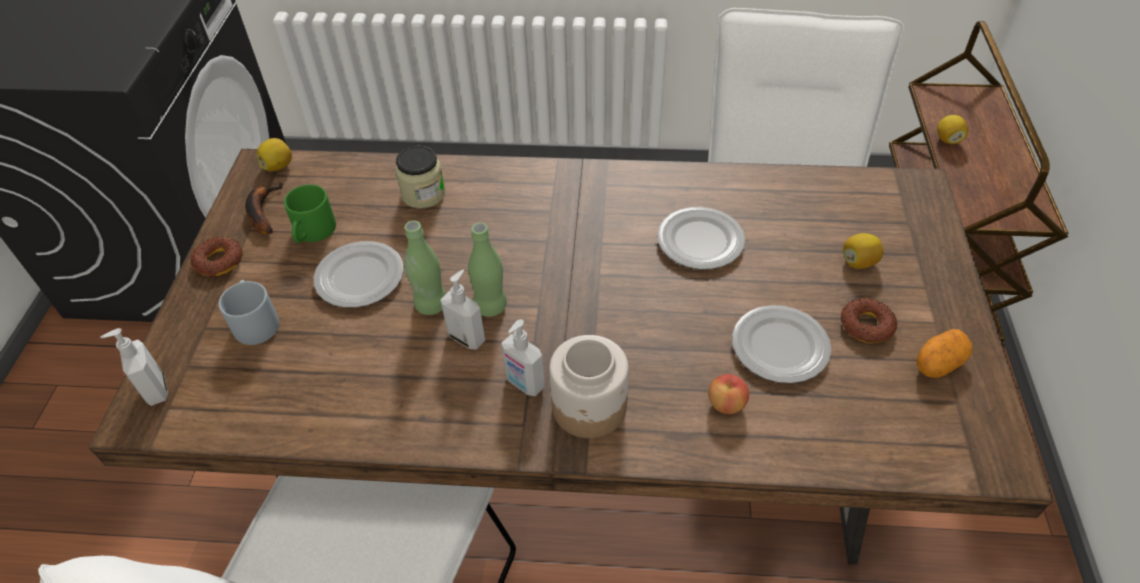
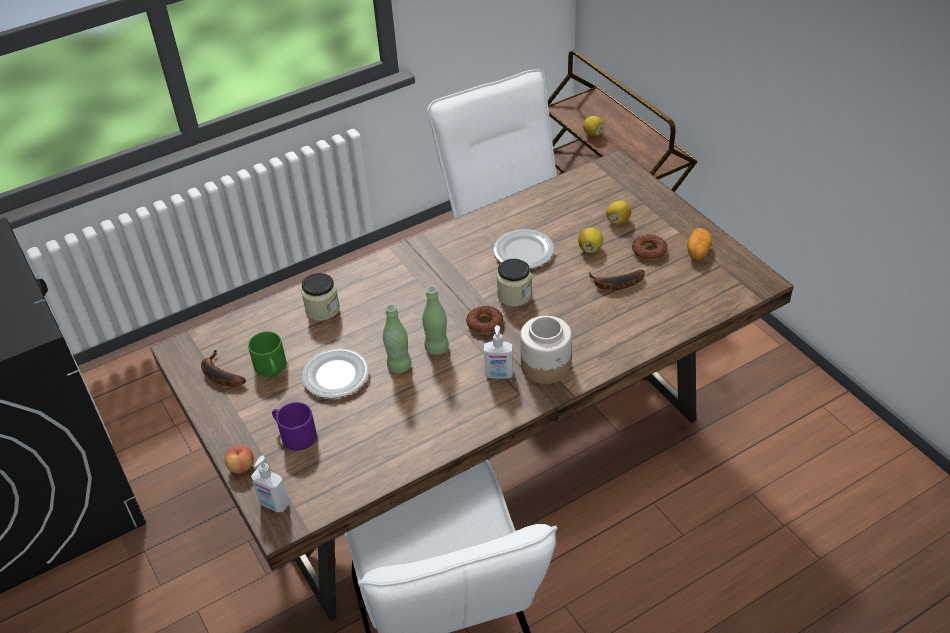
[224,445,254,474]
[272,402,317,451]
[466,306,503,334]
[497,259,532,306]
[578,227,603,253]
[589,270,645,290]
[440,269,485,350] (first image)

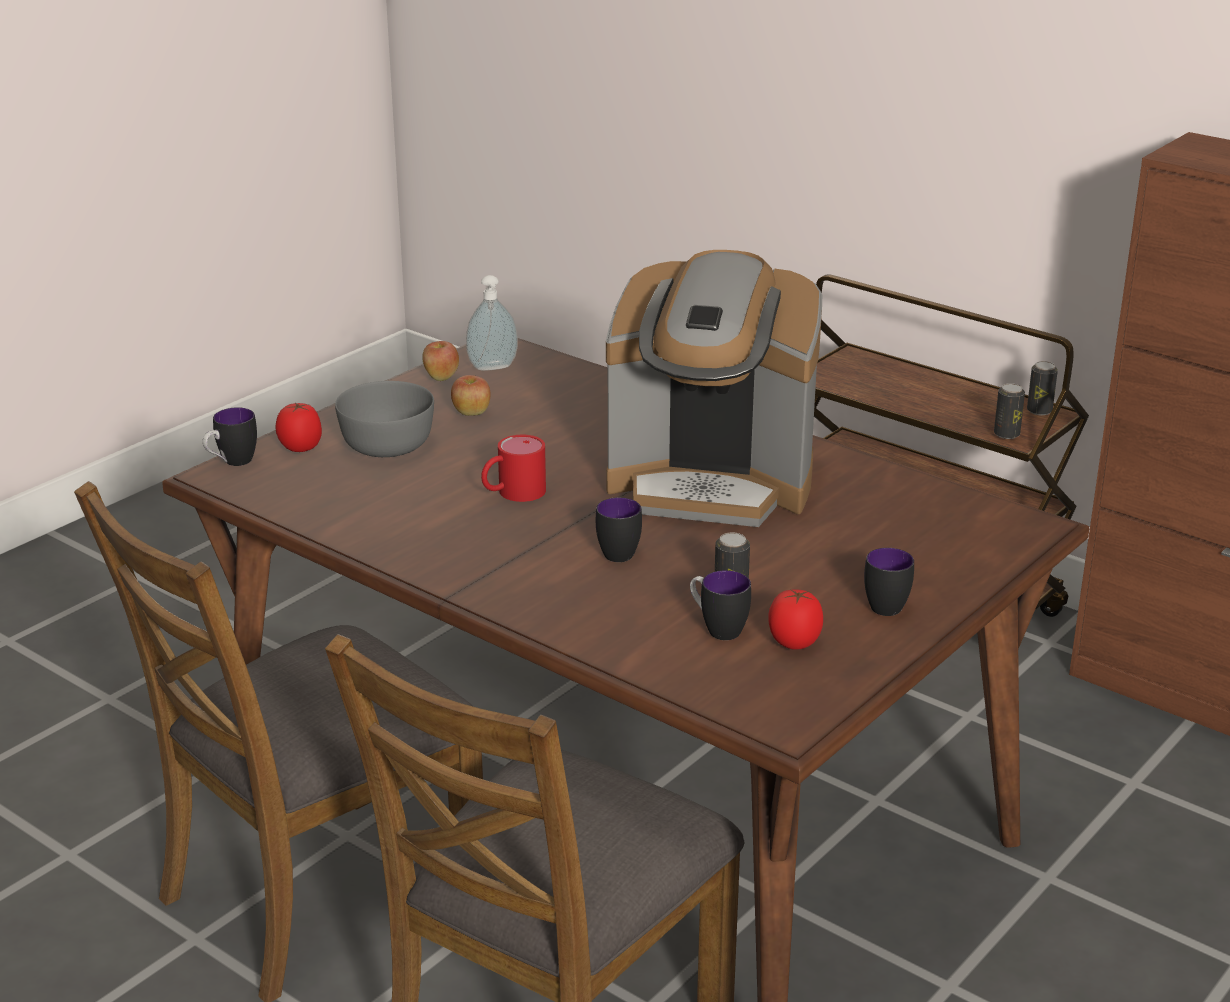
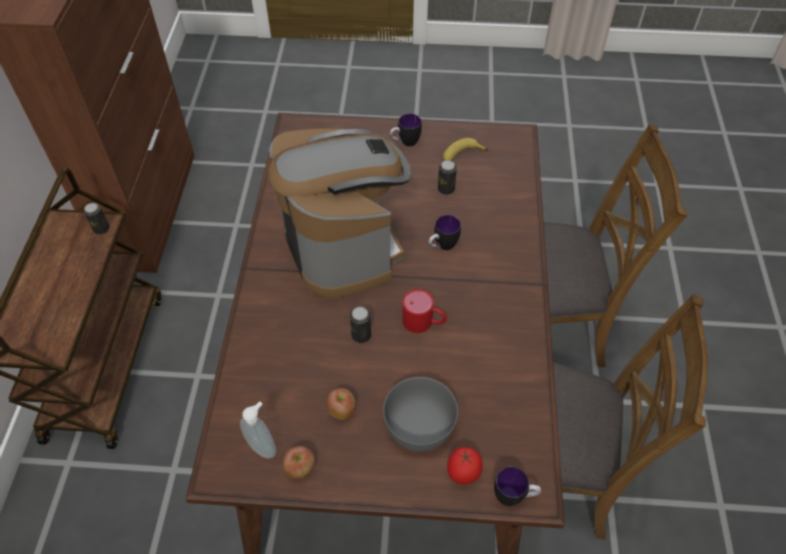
[350,307,371,343]
[443,138,488,161]
[690,570,751,640] (first image)

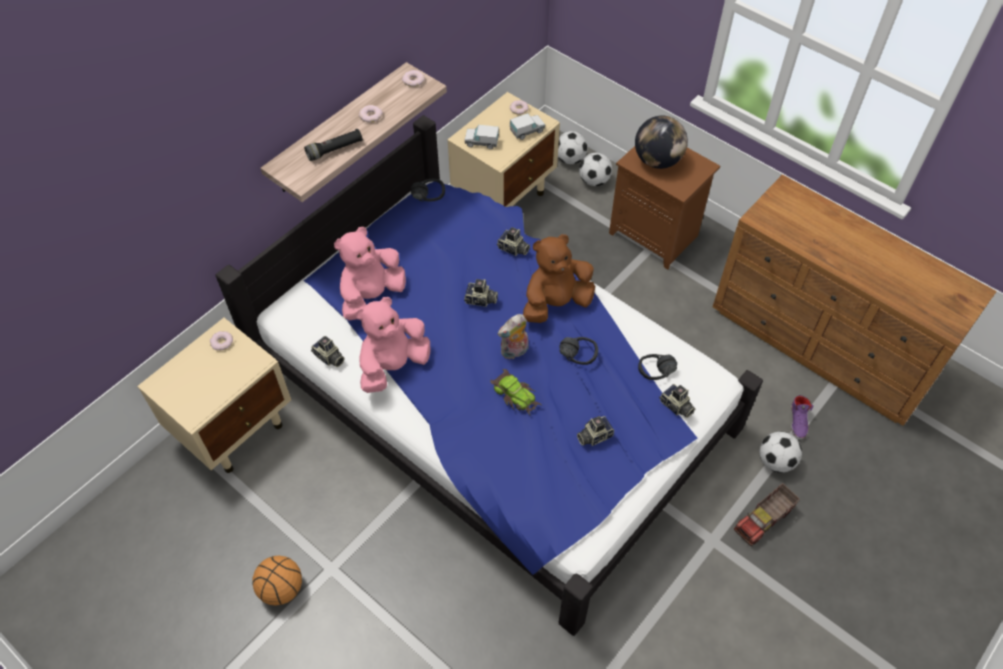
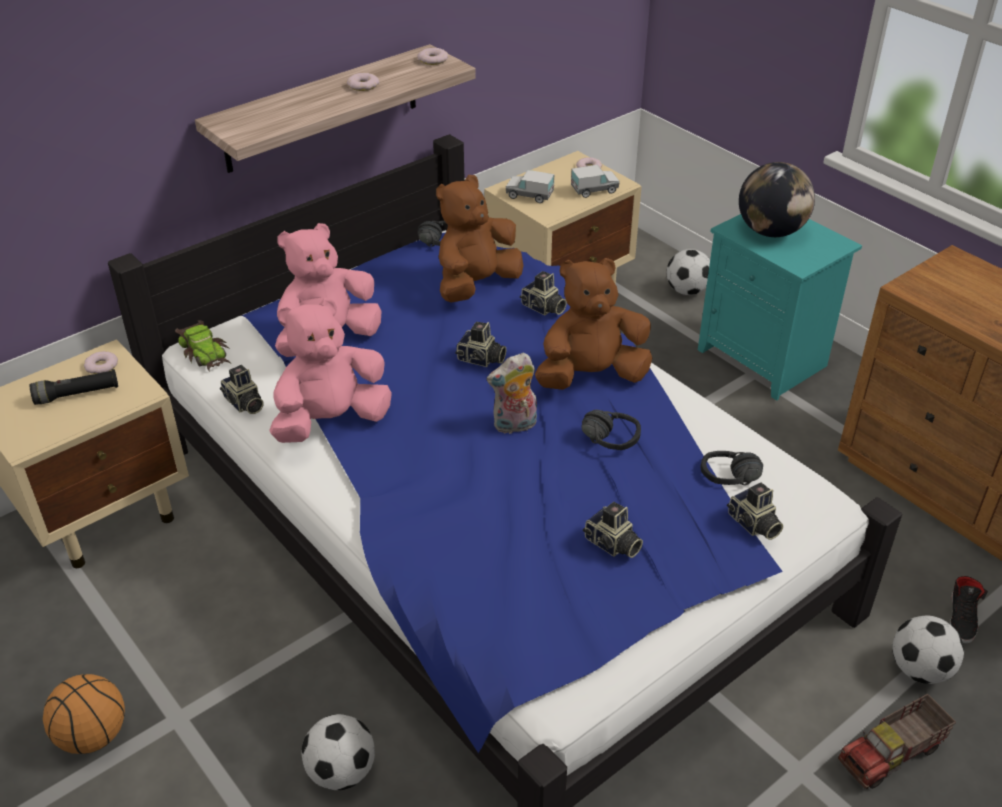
[30,369,118,405]
[175,320,230,372]
[301,714,375,790]
[436,175,523,303]
[583,502,643,558]
[698,214,862,400]
[950,576,988,644]

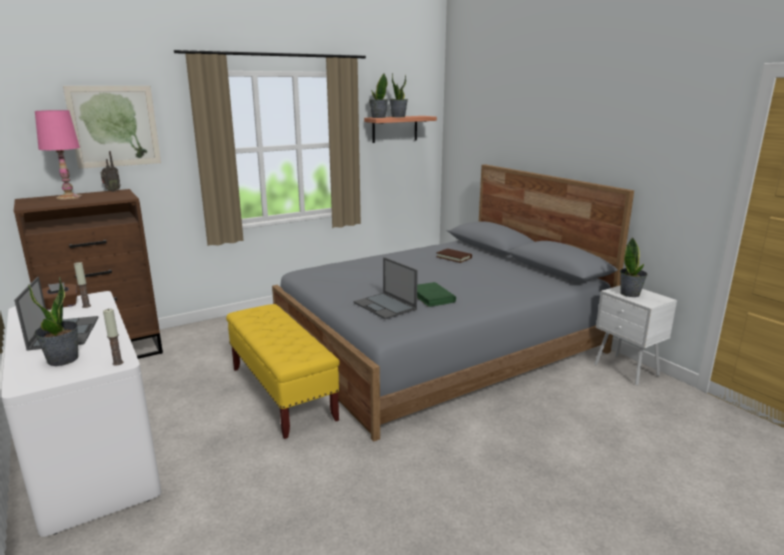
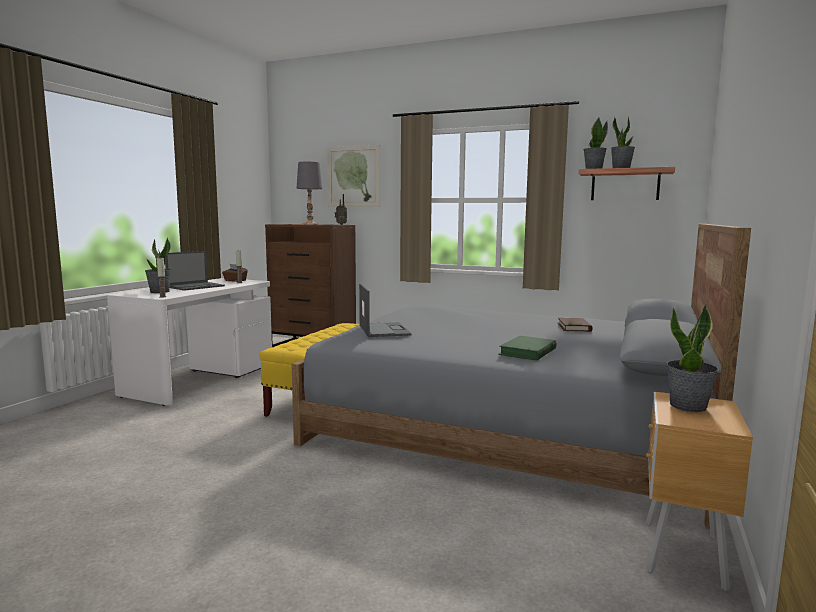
[296,162,322,224]
[359,284,411,337]
[498,336,557,360]
[646,392,753,592]

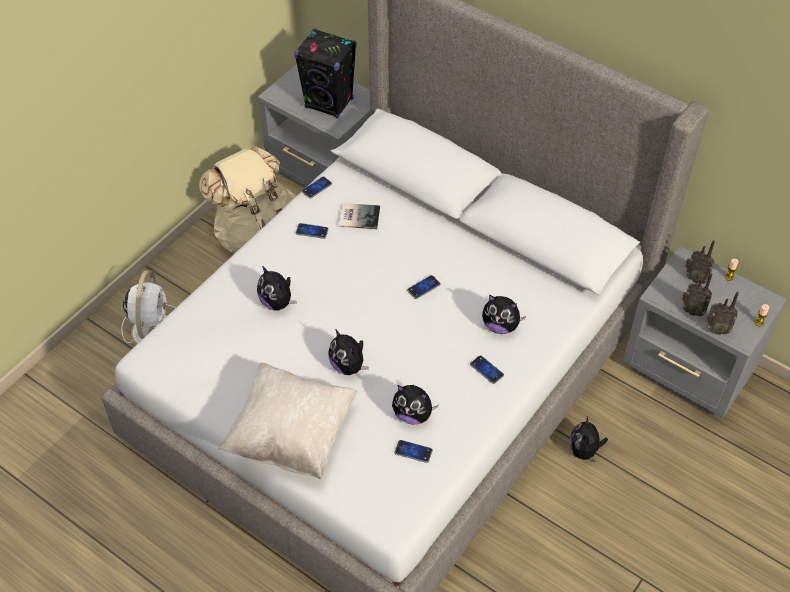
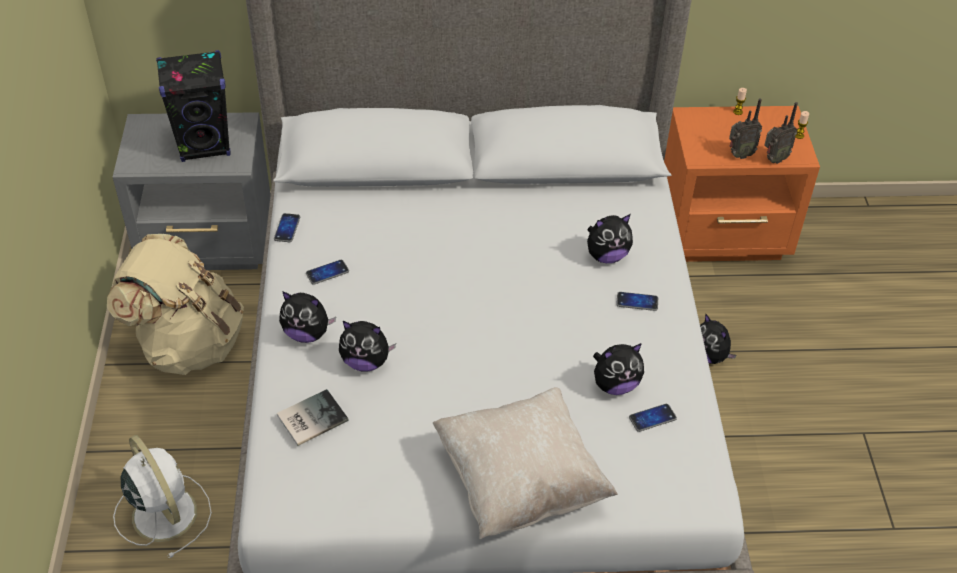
[277,389,349,446]
[279,291,336,343]
[664,106,820,262]
[407,275,441,299] (first image)
[685,240,715,284] (first image)

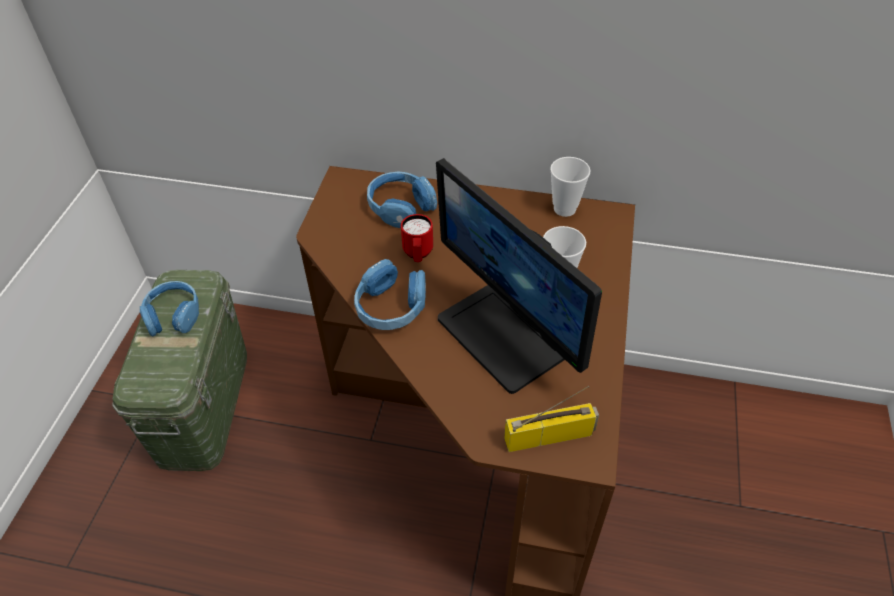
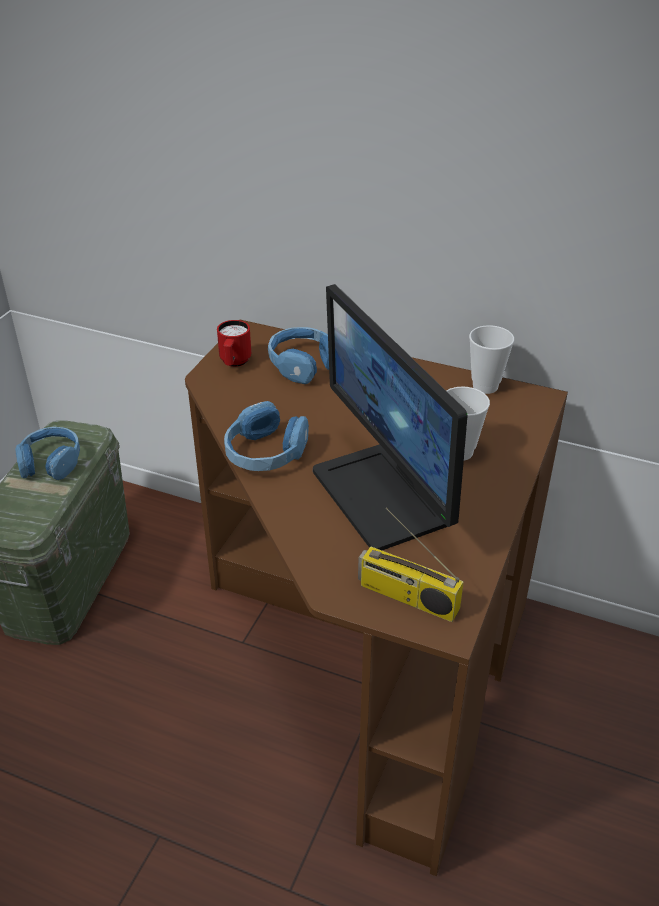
[217,320,251,367]
[358,507,464,622]

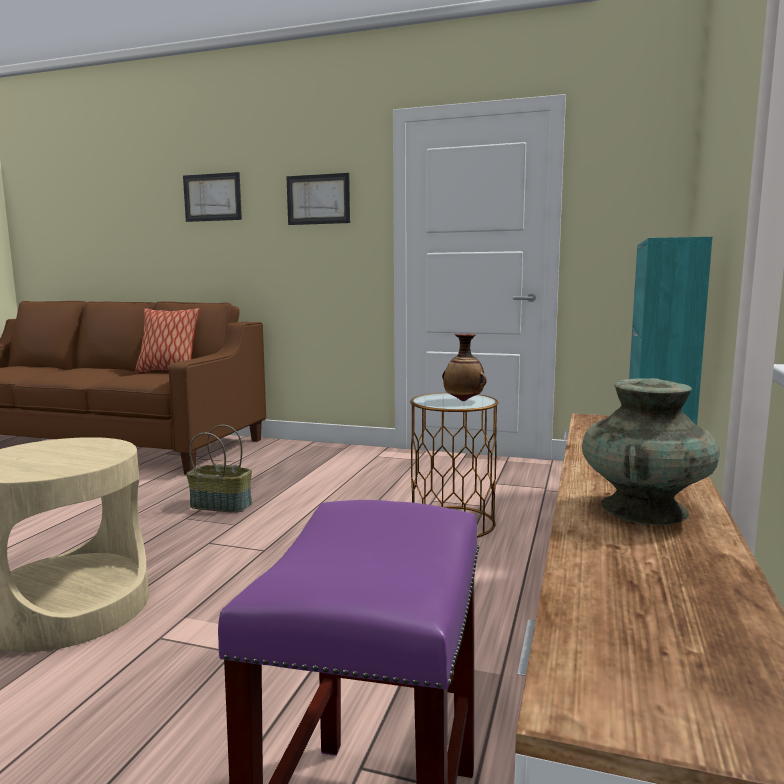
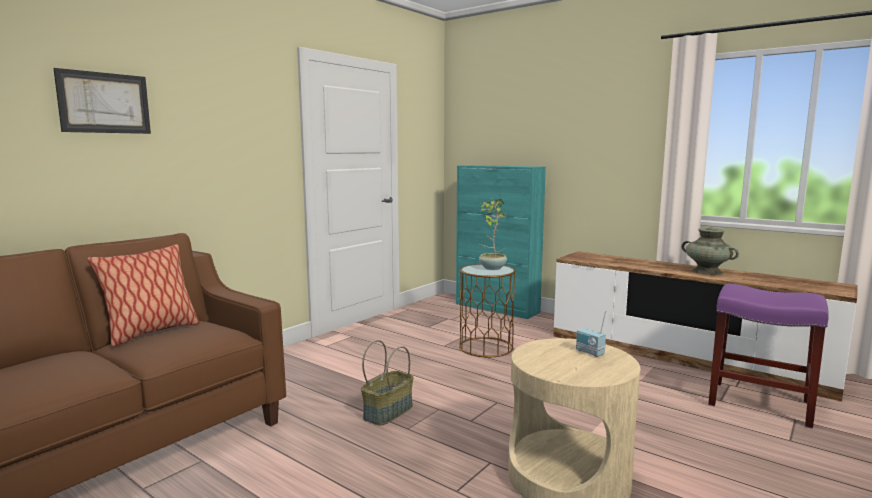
[479,199,507,270]
[576,311,606,357]
[286,173,350,225] (first image)

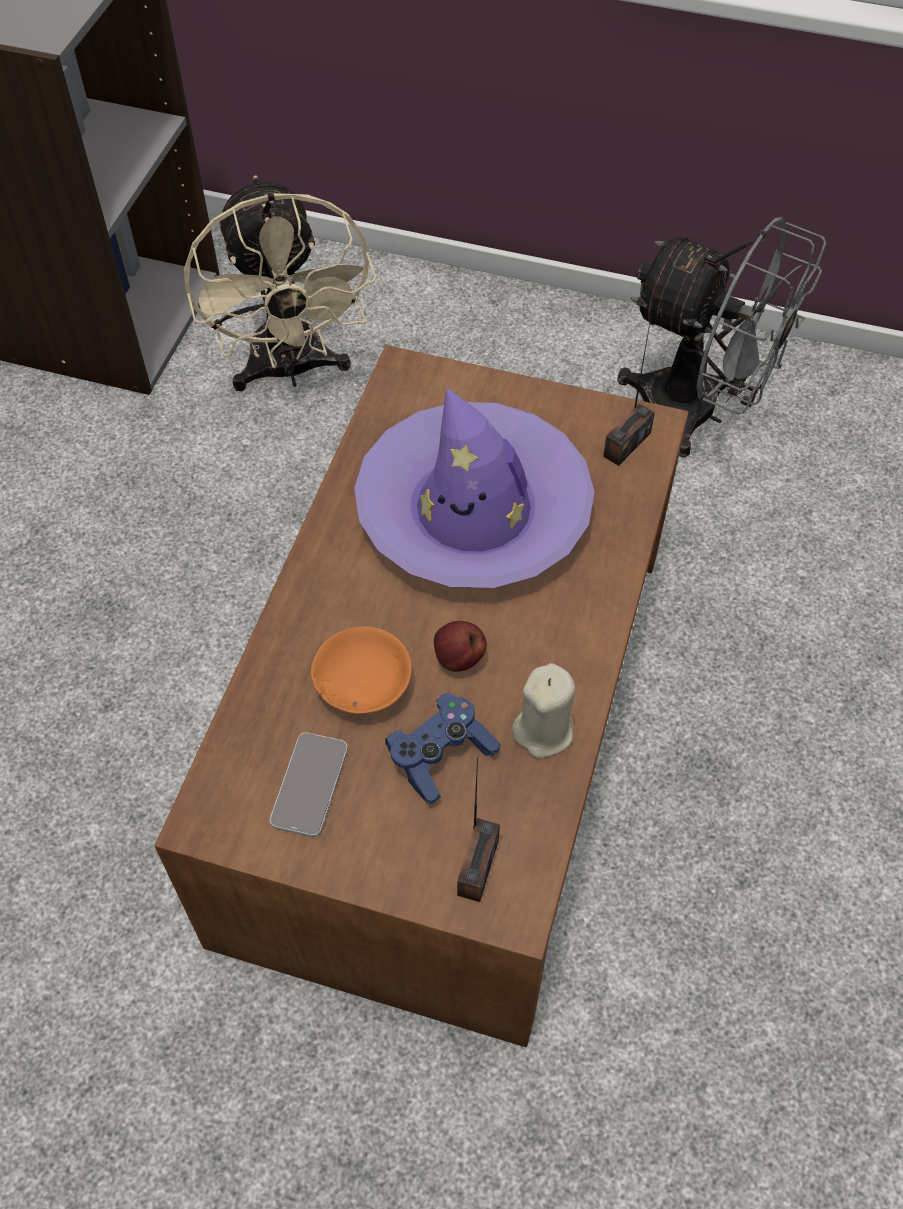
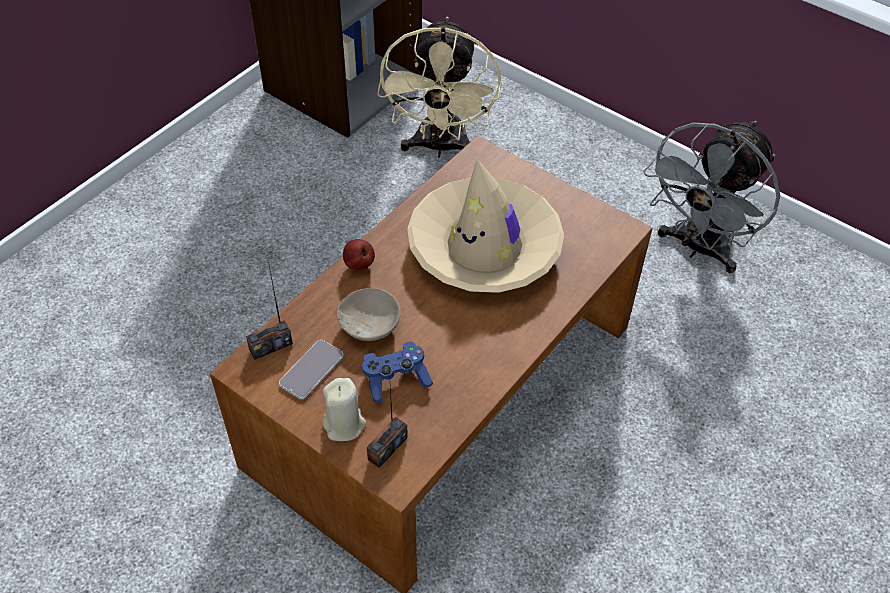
[246,266,293,360]
[322,378,366,441]
[337,288,401,341]
[343,239,375,270]
[407,159,564,293]
[644,121,780,274]

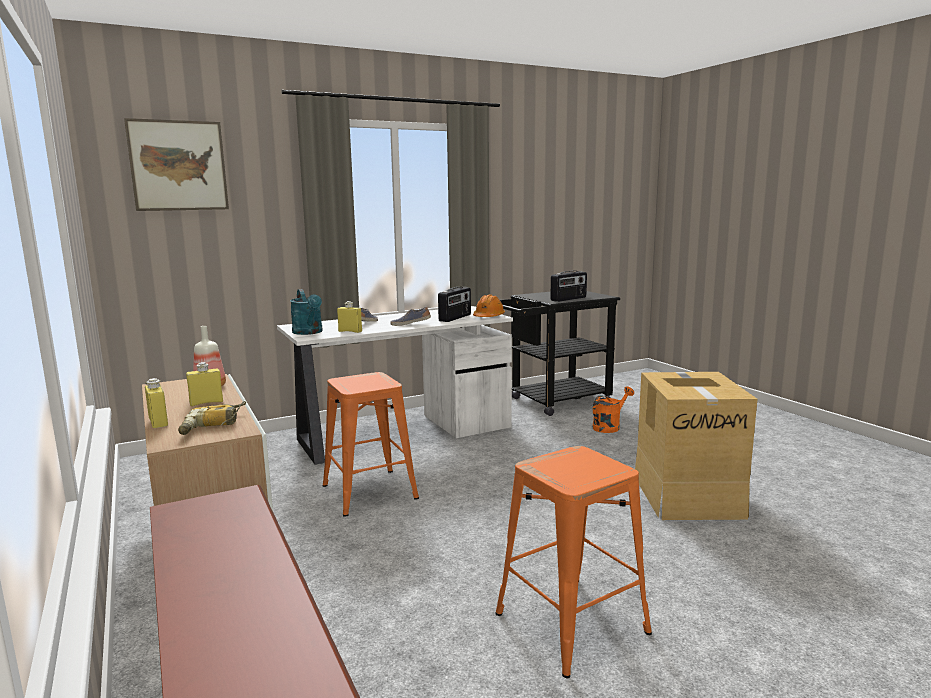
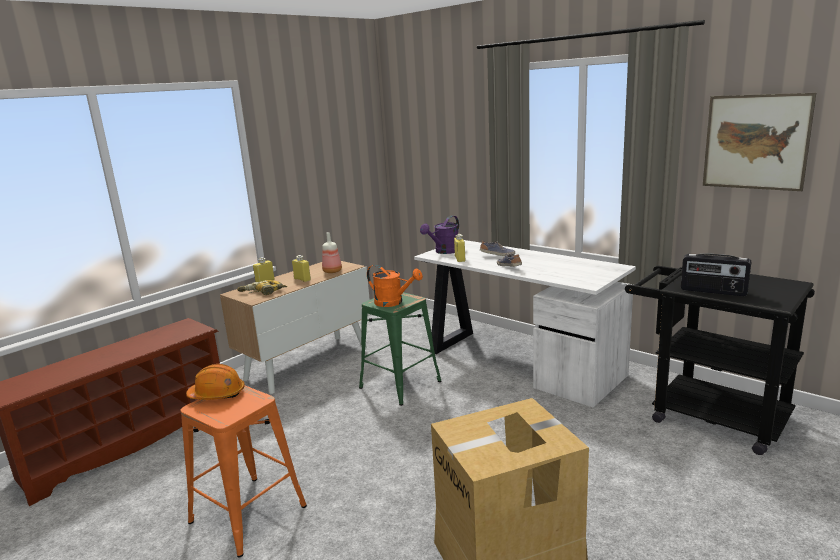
[186,364,245,400]
[359,292,442,406]
[367,265,423,307]
[420,216,459,254]
[703,93,816,191]
[438,287,471,322] (first image)

